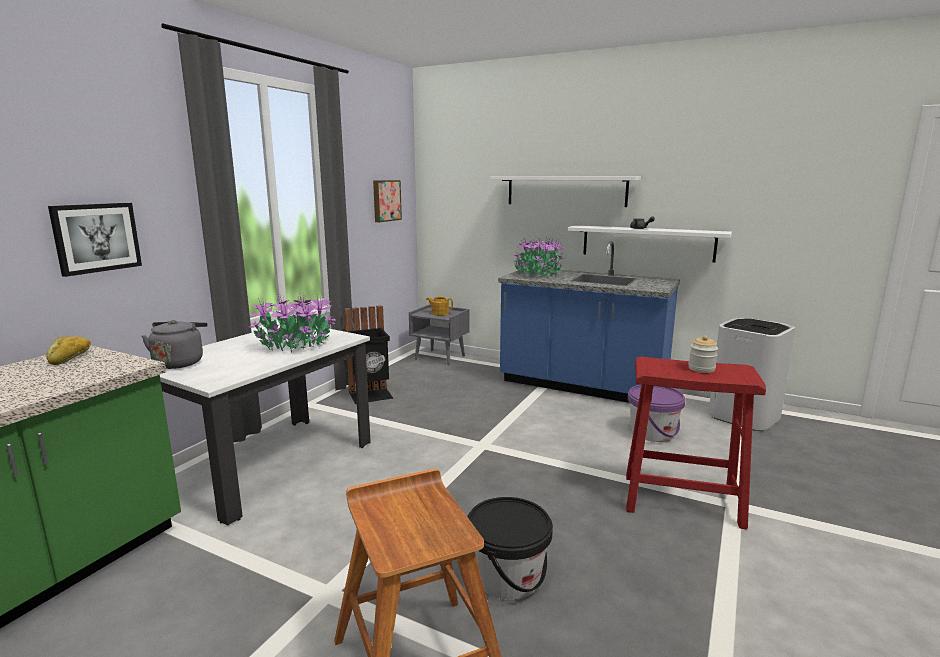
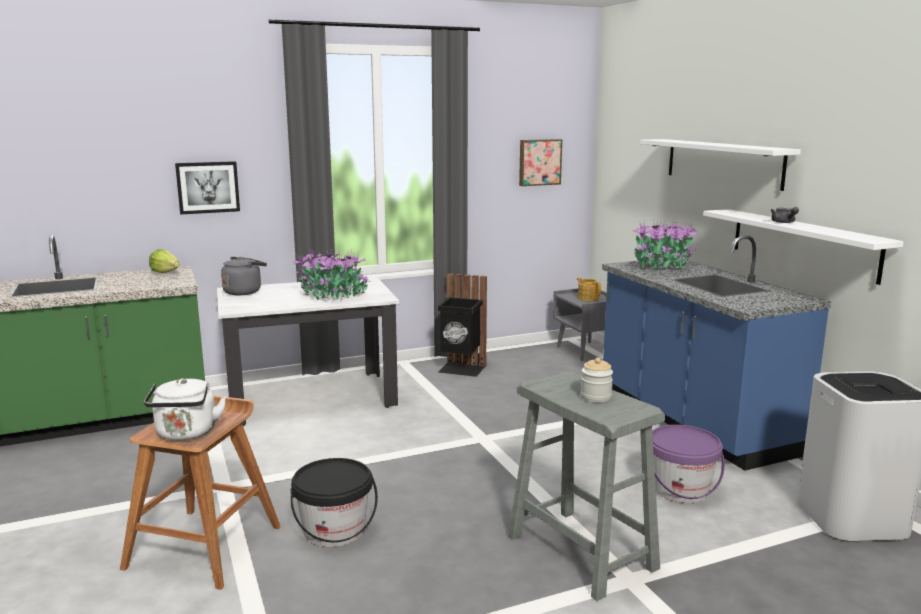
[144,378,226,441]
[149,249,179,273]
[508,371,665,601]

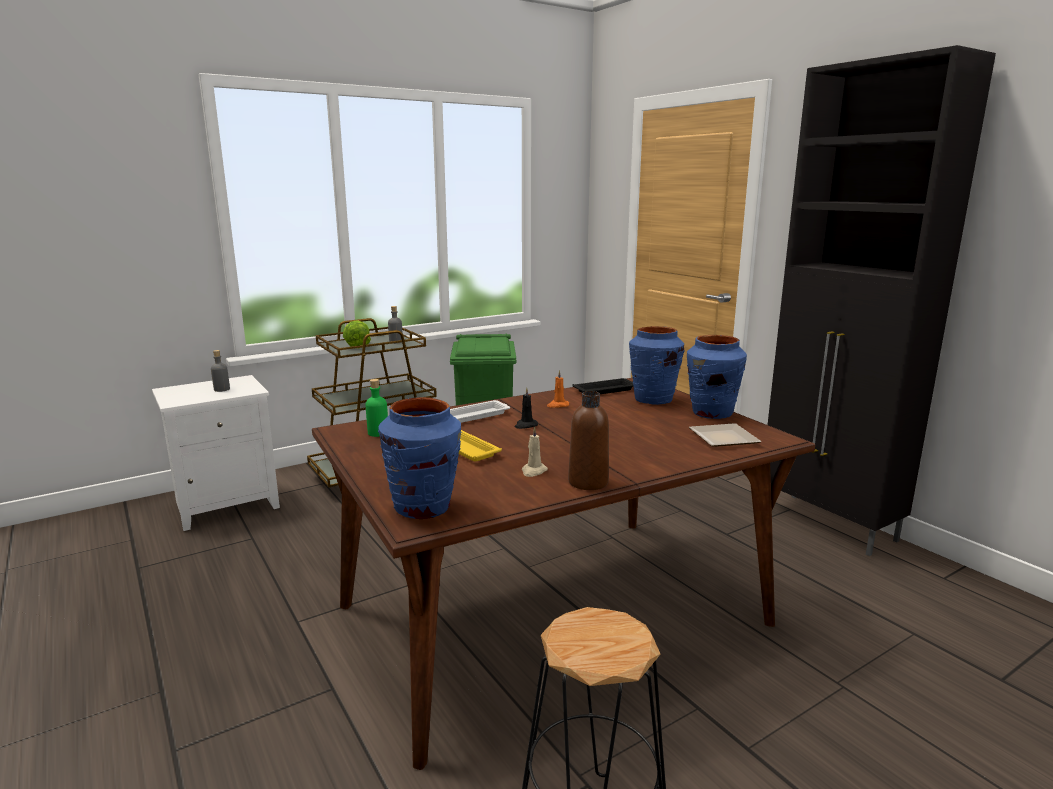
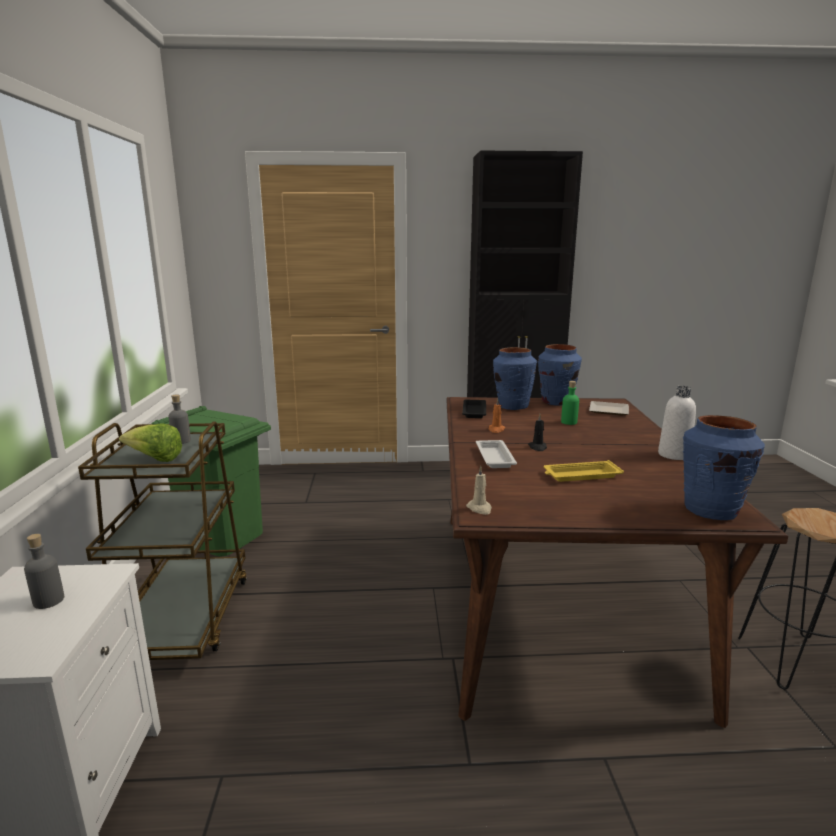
[466,466,492,515]
[561,381,579,425]
[658,386,696,460]

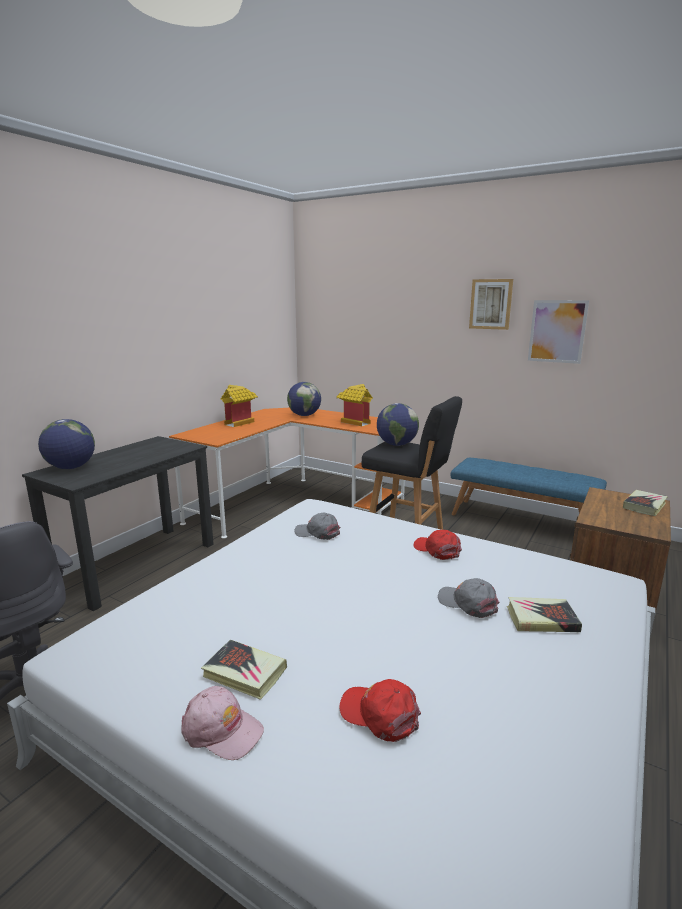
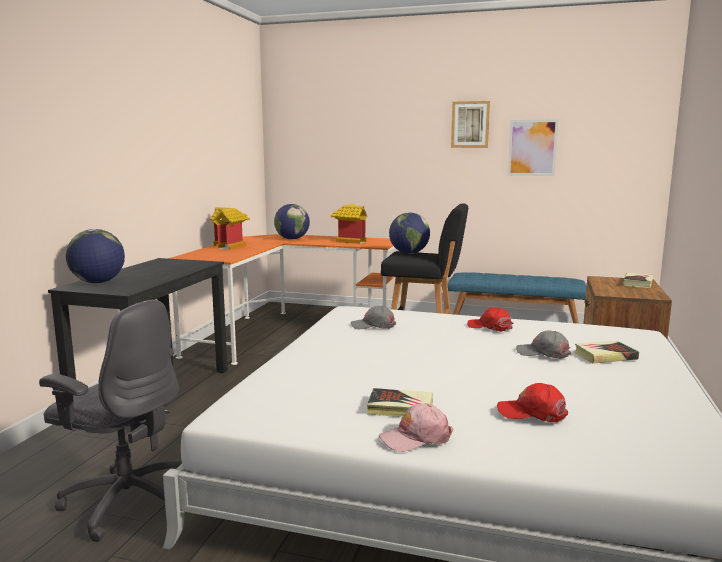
[379,403,453,452]

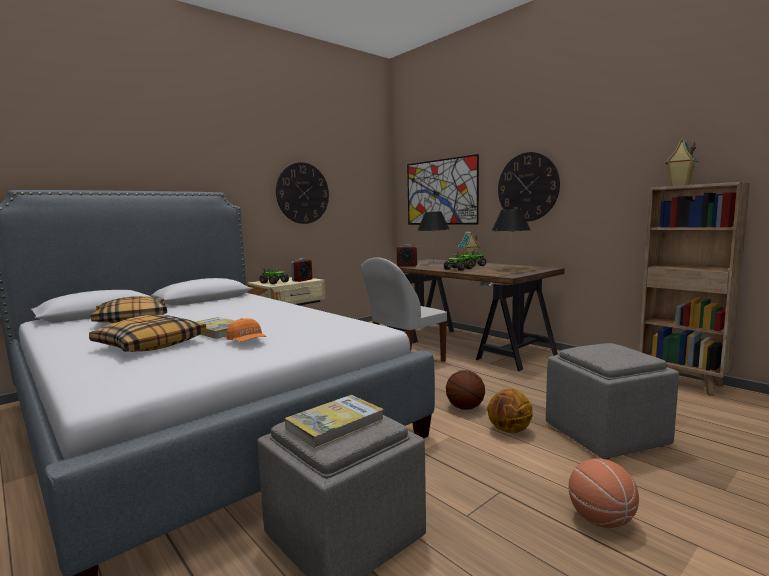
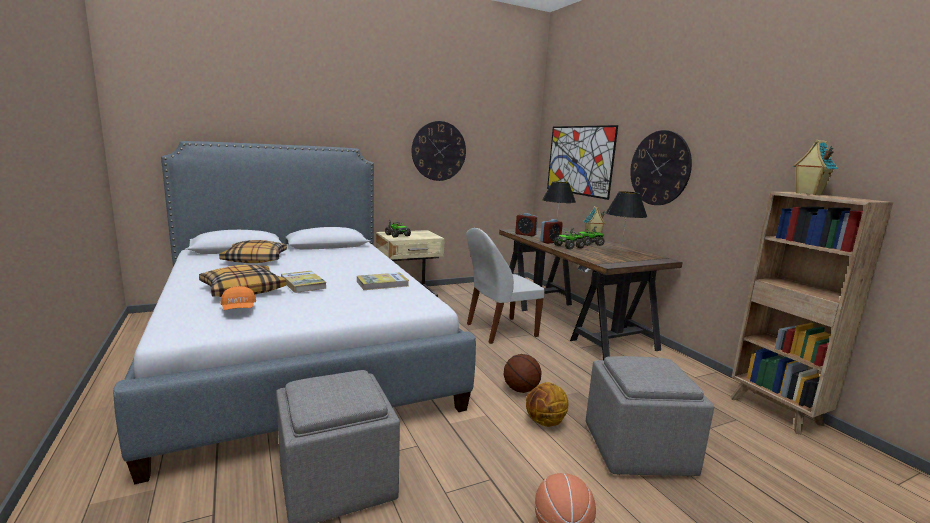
[221,286,256,310]
[357,273,409,290]
[540,219,563,244]

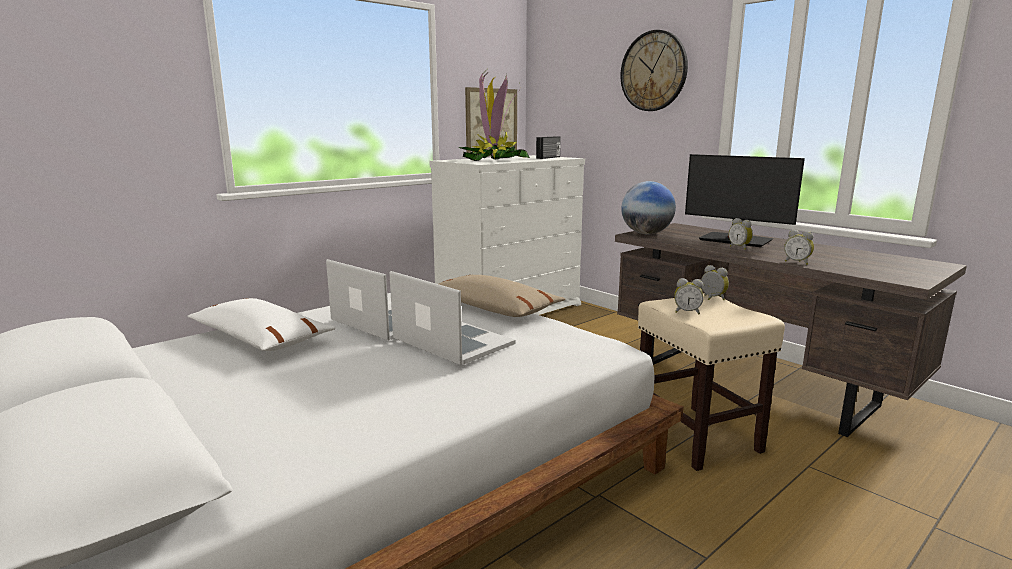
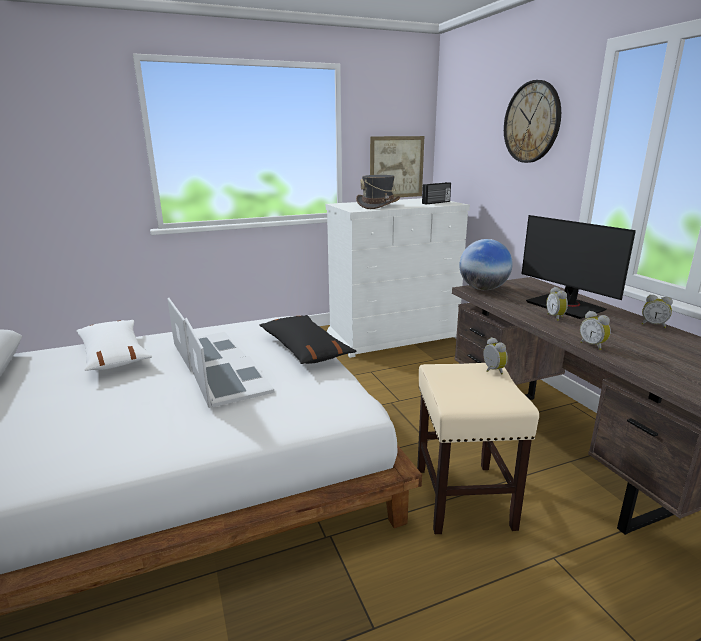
[259,315,356,364]
[356,175,400,209]
[641,294,673,328]

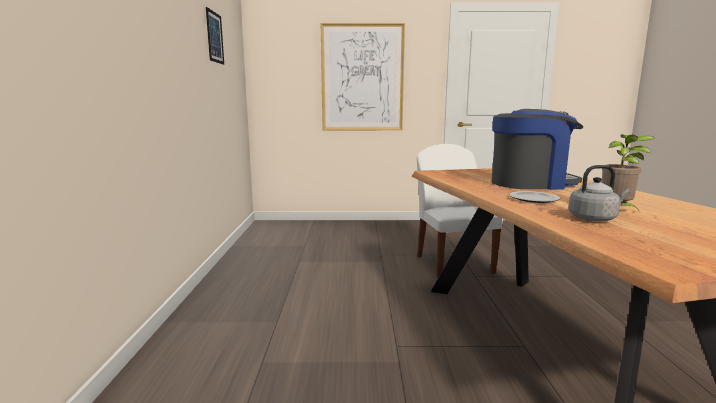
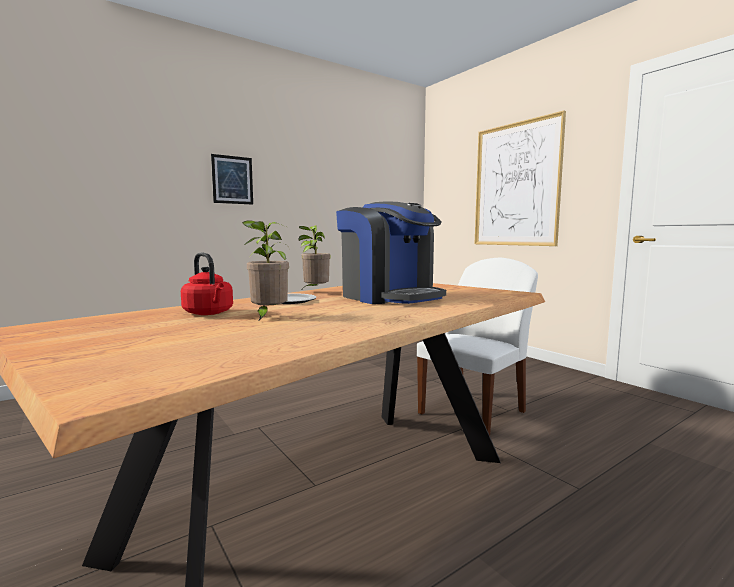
[181,252,233,315]
[211,154,253,204]
[298,225,330,291]

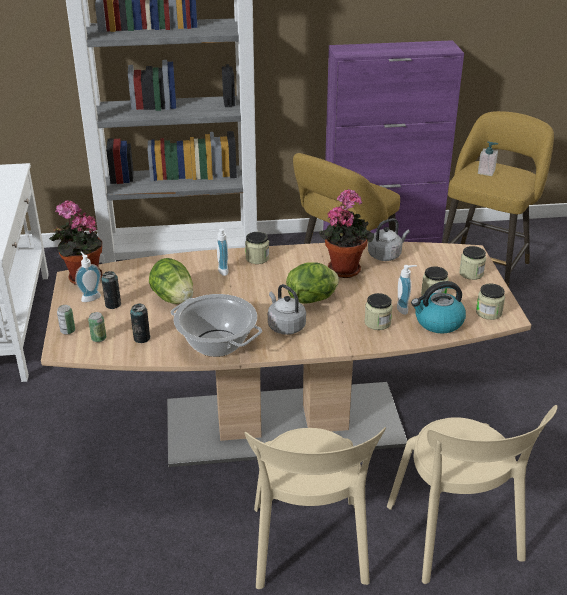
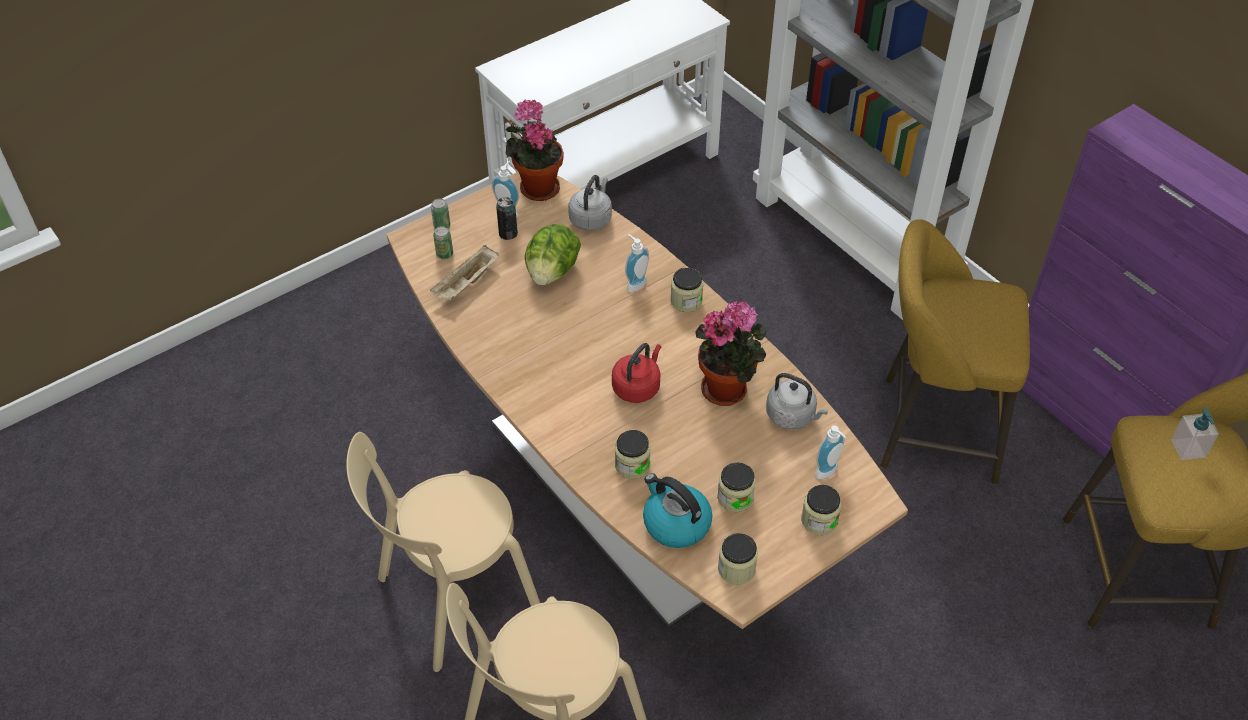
[430,245,499,301]
[568,175,612,231]
[612,343,662,403]
[815,425,846,479]
[171,294,262,357] (first image)

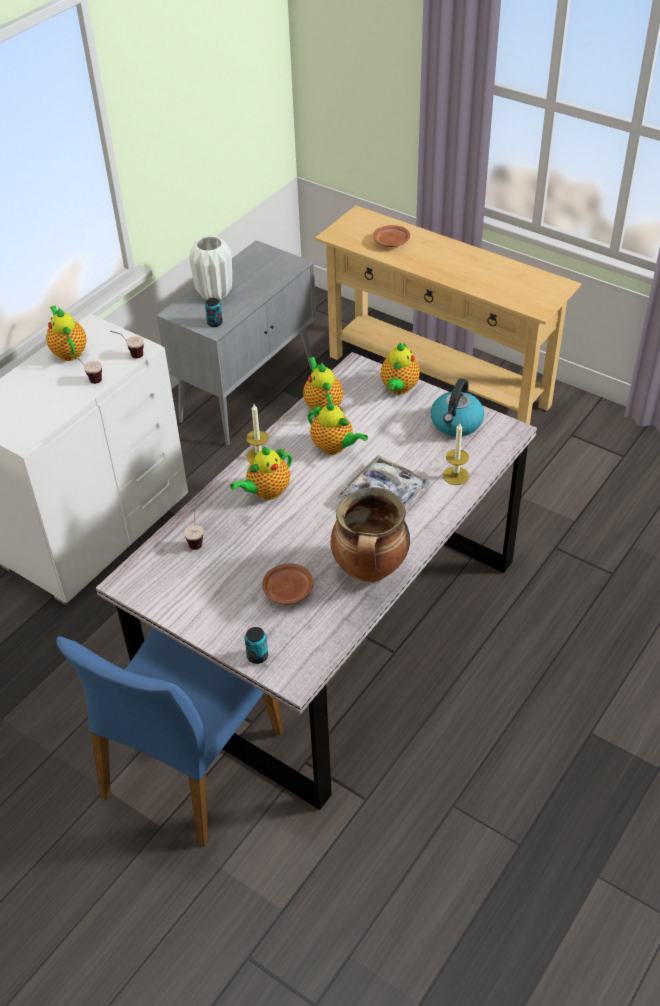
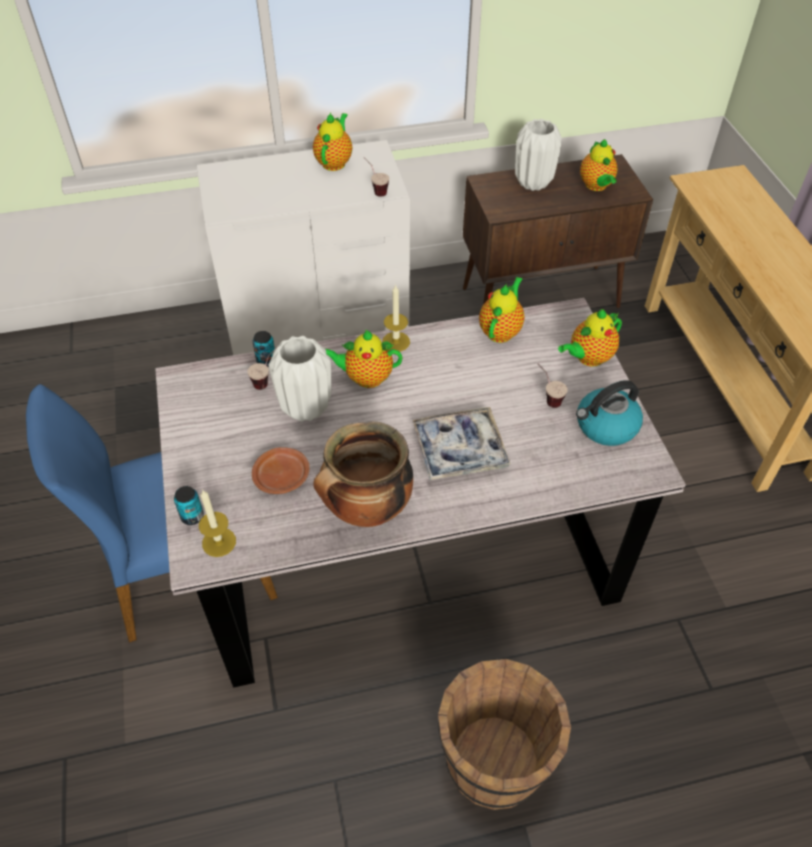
[199,490,236,557]
[253,331,275,367]
[269,336,331,422]
[438,659,571,810]
[463,154,653,308]
[537,363,568,408]
[580,139,618,191]
[373,225,410,247] (first image)

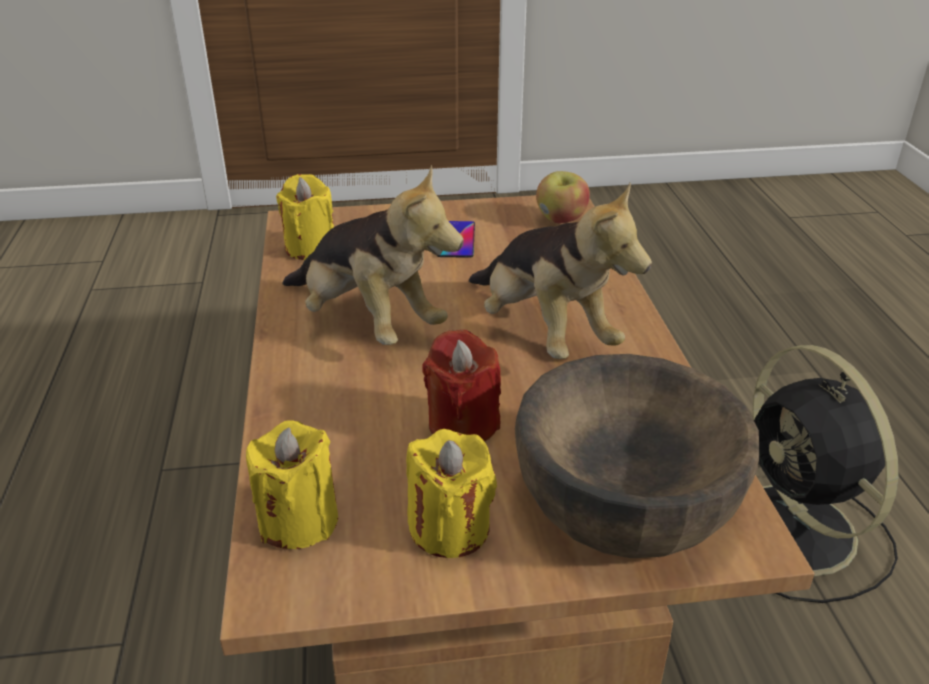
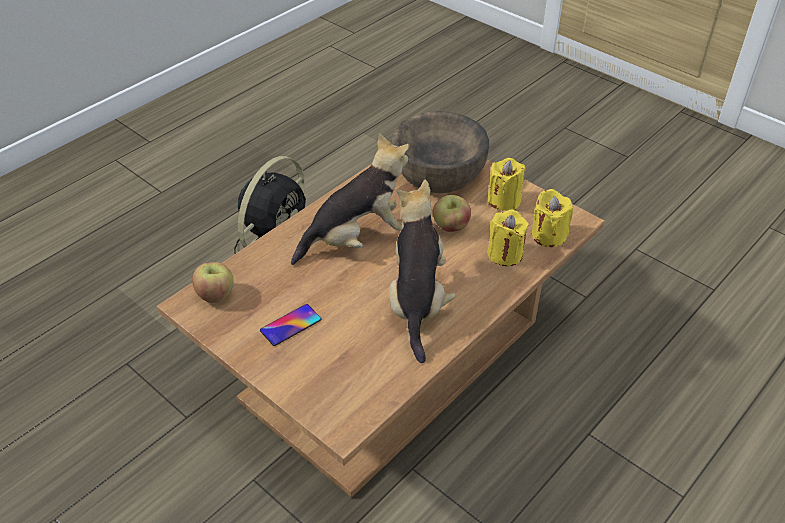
[291,133,410,265]
[433,195,471,232]
[487,210,529,266]

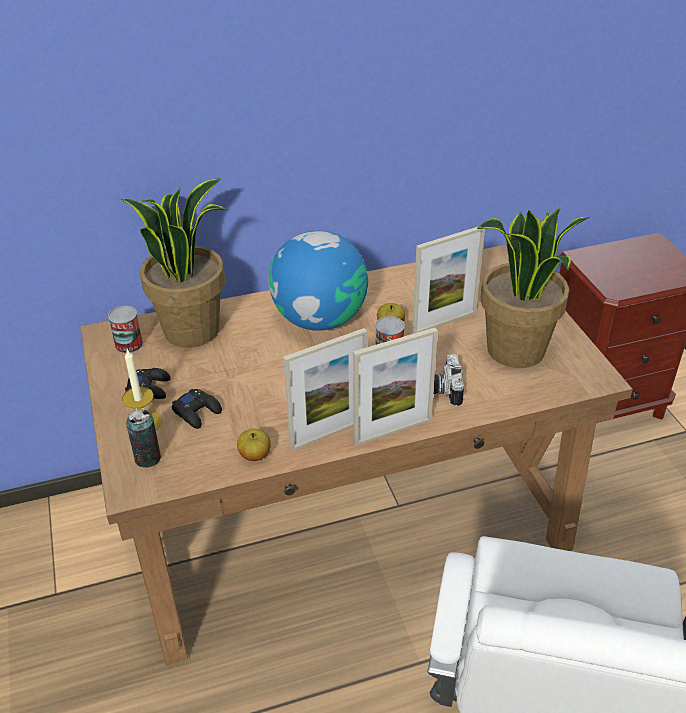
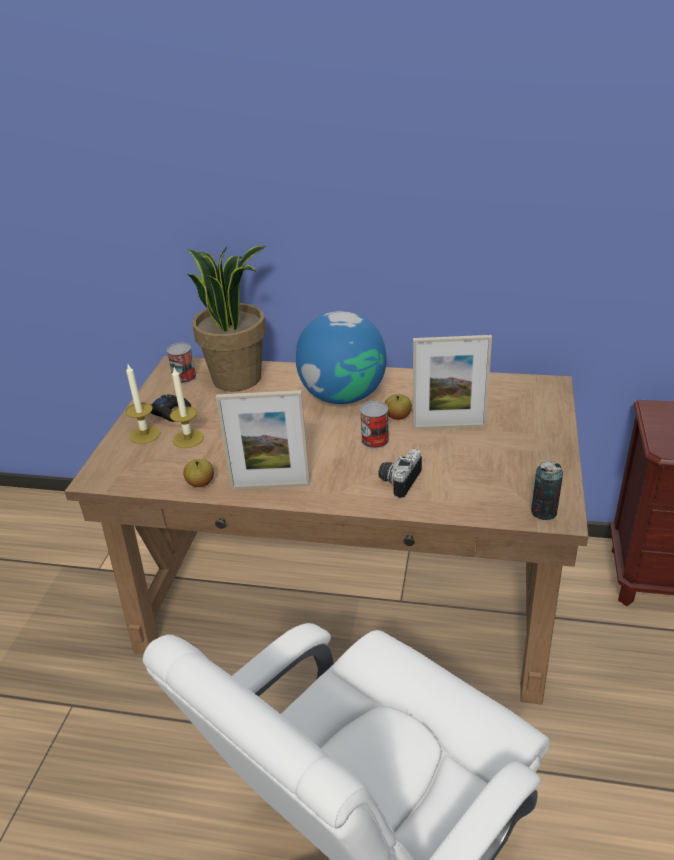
[170,368,204,448]
[531,461,563,520]
[353,328,438,446] (first image)
[477,207,590,368] (first image)

